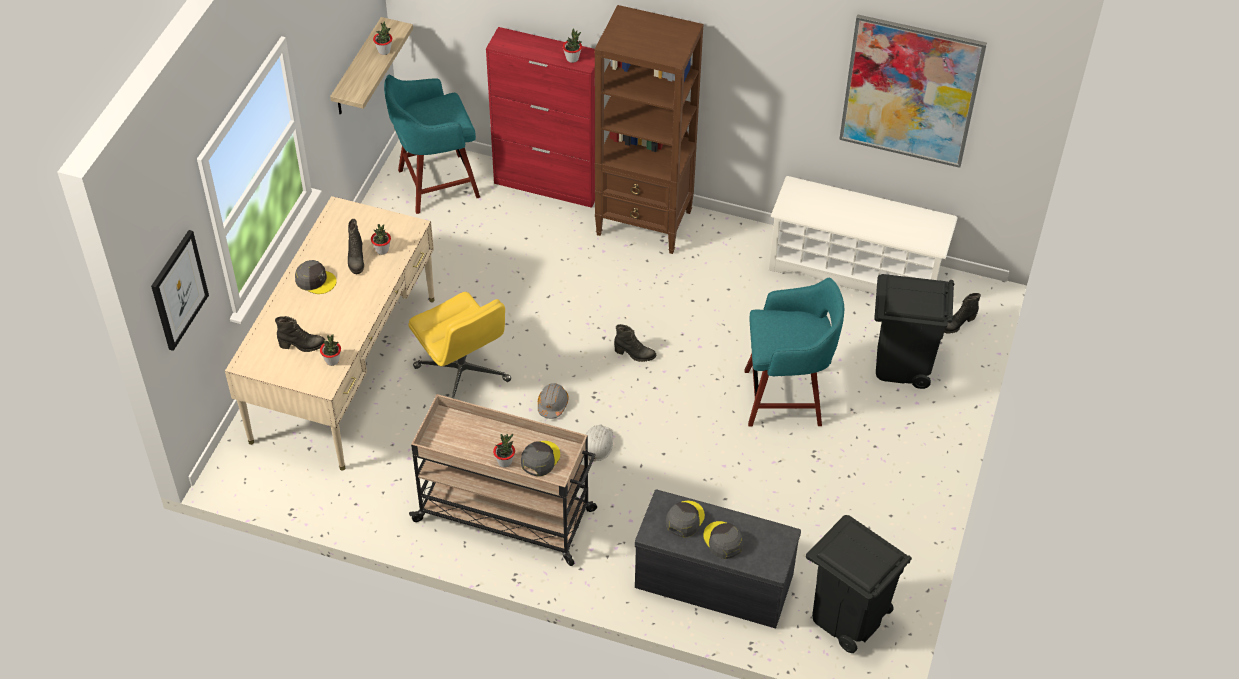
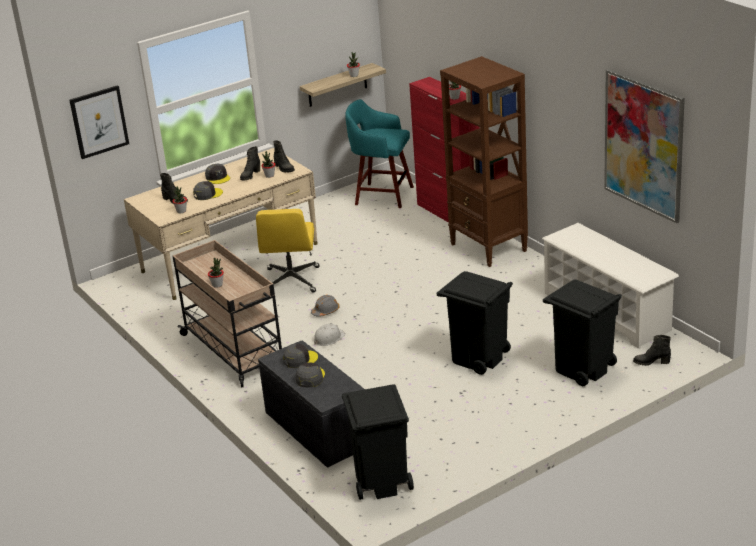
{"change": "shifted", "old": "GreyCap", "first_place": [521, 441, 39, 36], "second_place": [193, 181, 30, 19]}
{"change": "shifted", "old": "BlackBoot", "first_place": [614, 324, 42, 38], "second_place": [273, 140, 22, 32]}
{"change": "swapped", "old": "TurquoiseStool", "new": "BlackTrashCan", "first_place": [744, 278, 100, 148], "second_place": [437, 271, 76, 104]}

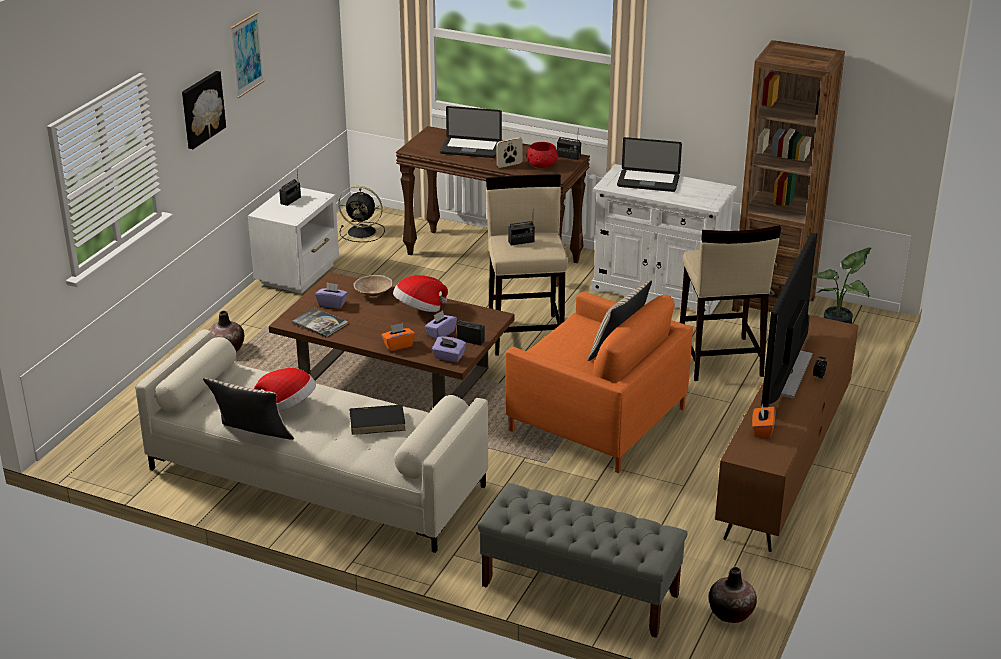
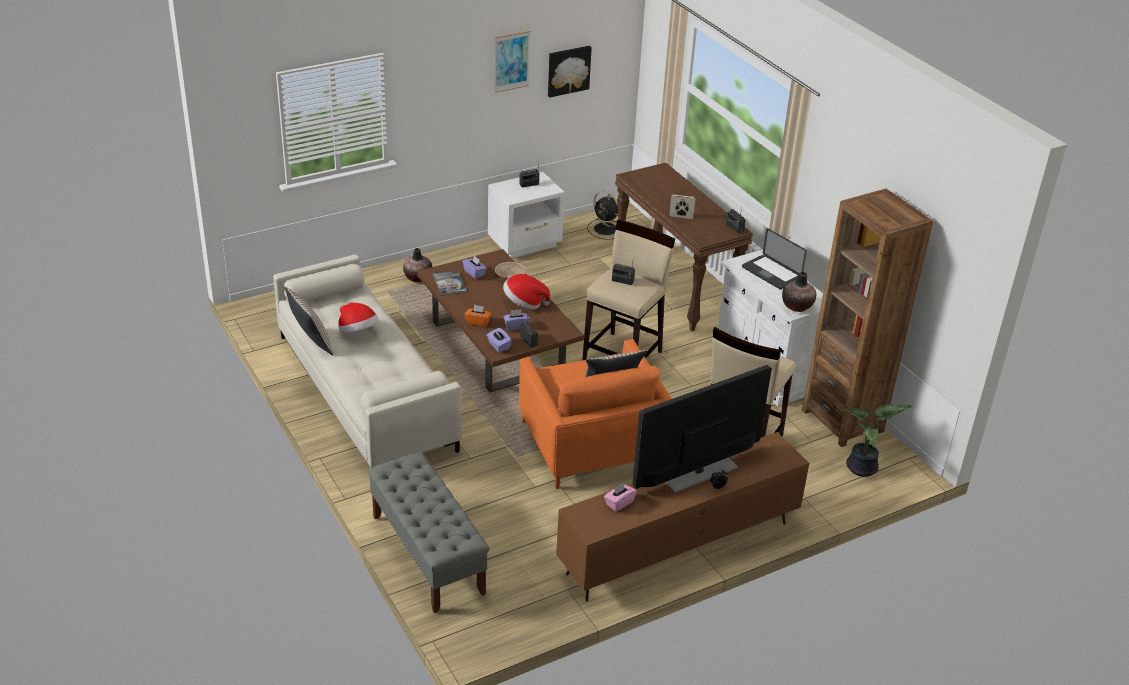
{"change": "shifted", "old": "Picture", "first_place": [182, 71, 44, 78], "second_place": [548, 46, 44, 51]}
{"change": "repainted", "old": "OrangeTissueBox", "new": "PinkTissueBox", "first_place": [752, 404, 24, 34], "second_place": [604, 482, 33, 30]}
{"change": "shifted", "old": "Vase", "first_place": [709, 567, 48, 56], "second_place": [782, 272, 34, 40]}
{"change": "gone", "old": "BlackBook", "first_place": [350, 405, 56, 30]}
{"change": "gone", "old": "Laptop", "first_place": [440, 106, 62, 52]}
{"change": "gone", "old": "RedBowl", "first_place": [527, 142, 31, 26]}

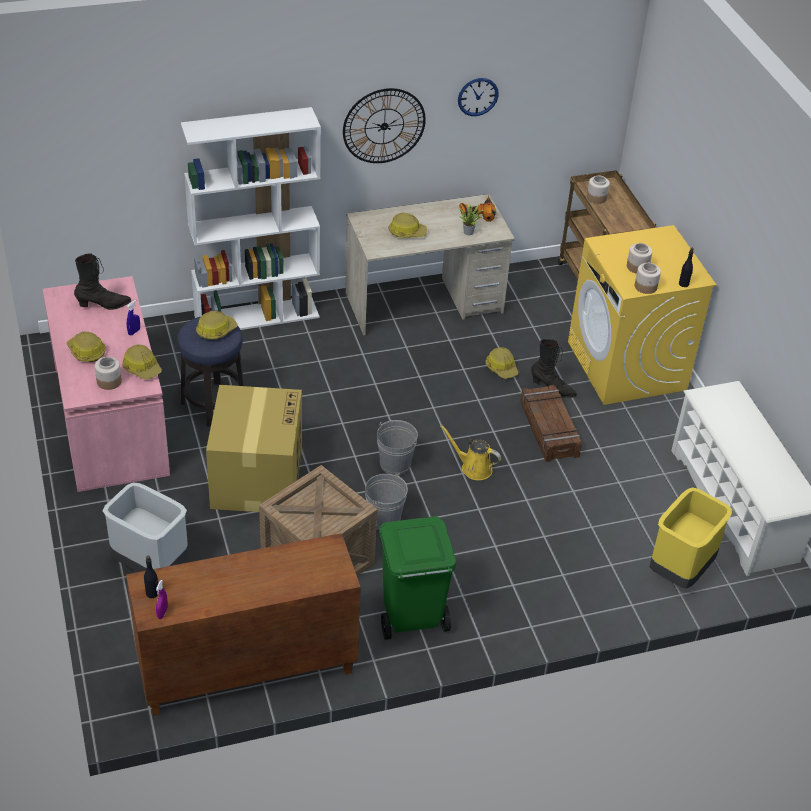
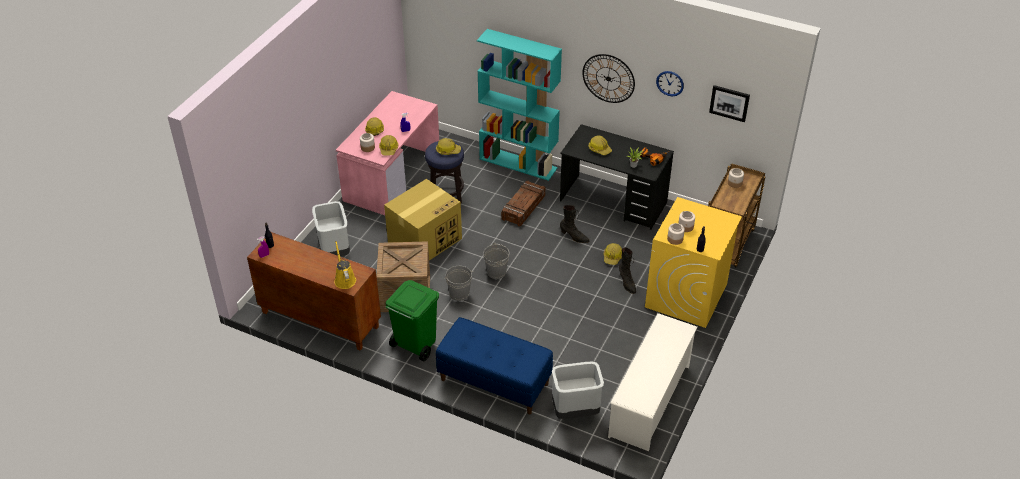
{"change": "shifted", "old": "YellowWateringCan", "first_place": [440, 425, 61, 55], "second_place": [334, 241, 22, 48]}
{"change": "new", "new": "BlueBench", "second_place": [436, 317, 117, 97]}
{"change": "repainted", "old": "WhiteBookcase", "new": "TurquoiseBookcase", "first_place": [181, 107, 140, 223], "second_place": [477, 29, 85, 152]}
{"change": "shifted", "old": "Crate", "first_place": [520, 385, 62, 77], "second_place": [501, 180, 45, 47]}
{"change": "repainted", "old": "YellowTrashCan", "new": "GreyTrashCan", "first_place": [650, 487, 82, 102], "second_place": [552, 362, 52, 57]}
{"change": "repainted", "old": "BeigeDesk", "new": "BlackDesk", "first_place": [345, 194, 170, 141], "second_place": [560, 124, 114, 106]}
{"change": "shifted", "old": "BlackBoot", "first_place": [74, 253, 57, 57], "second_place": [560, 205, 29, 38]}
{"change": "new", "new": "Picture", "second_place": [709, 85, 41, 37]}

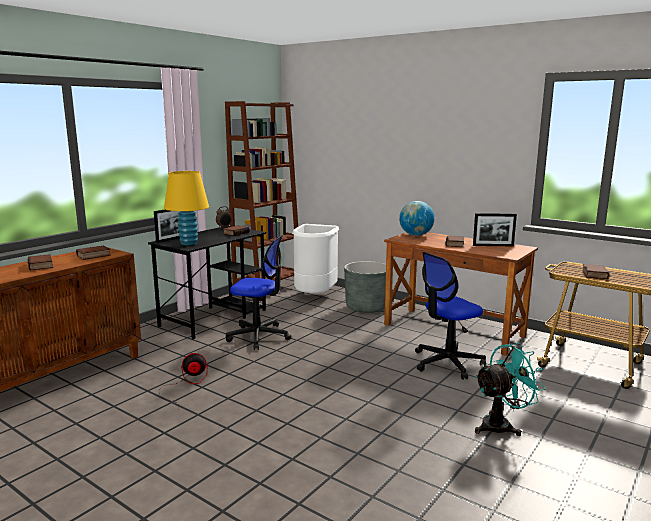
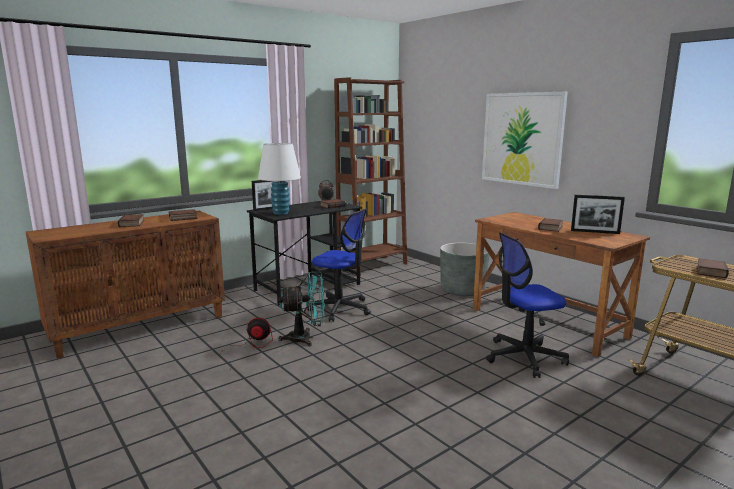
{"change": "repainted", "old": "YellowTableLamp", "new": "WhiteTableLamp", "first_place": [164, 171, 45, 74], "second_place": [258, 143, 43, 72]}
{"change": "shifted", "old": "TurquoiseFan", "first_place": [475, 343, 71, 93], "second_place": [278, 272, 47, 74]}
{"change": "new", "new": "Picture", "second_place": [482, 92, 86, 97]}
{"change": "gone", "old": "WhiteTrashCan", "first_place": [292, 224, 47, 69]}
{"change": "gone", "old": "Globe", "first_place": [399, 201, 36, 35]}

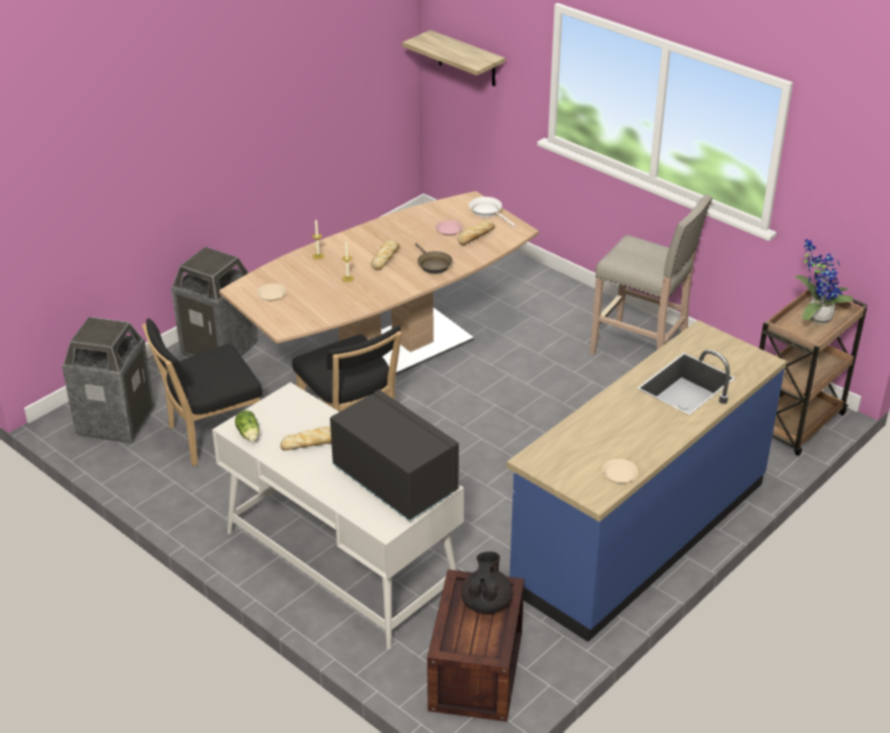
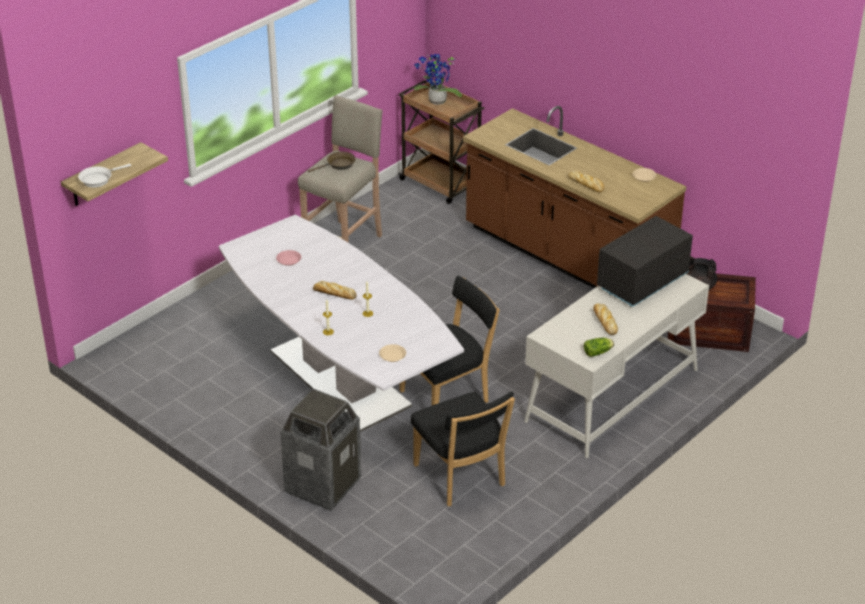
{"change": "shifted", "old": "WhiteFryingPan", "first_place": [469, 197, 46, 30], "second_place": [78, 164, 53, 24]}
{"change": "repainted", "old": "BrownDiningTable", "new": "WhiteDiningTable", "first_place": [219, 191, 320, 184], "second_place": [219, 215, 245, 217]}
{"change": "shifted", "old": "BrownFryingPan", "first_place": [415, 243, 38, 31], "second_place": [308, 152, 48, 20]}
{"change": "repainted", "old": "BlueCounter", "new": "BrownCounter", "first_place": [507, 320, 280, 322], "second_place": [463, 106, 224, 182]}
{"change": "shifted", "old": "Bread", "first_place": [458, 220, 37, 25], "second_place": [568, 171, 37, 22]}
{"change": "gone", "old": "TrashCan", "first_place": [62, 317, 93, 127]}

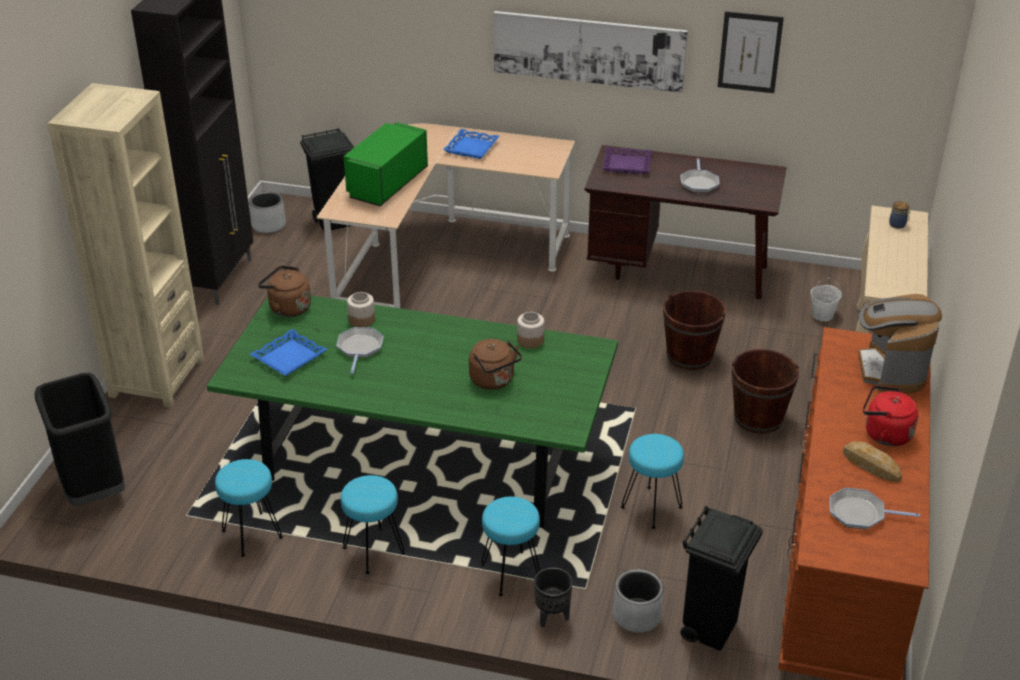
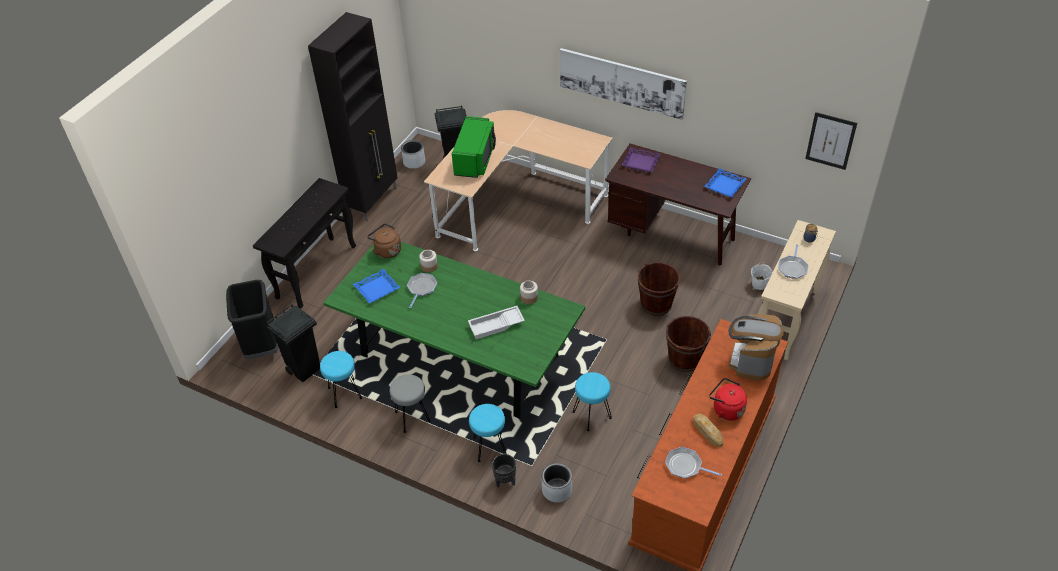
{"change": "swapped", "old": "BeigeBookcase", "new": "BlackConsoleTable", "first_place": [48, 83, 156, 324], "second_place": [253, 178, 103, 130]}
{"change": "shifted", "old": "BlackTrashCan", "first_place": [680, 506, 83, 145], "second_place": [267, 304, 53, 78]}
{"change": "repainted", "old": "TurquoiseStool", "new": "GreyStool", "first_place": [341, 475, 64, 99], "second_place": [390, 374, 40, 59]}
{"change": "rotated", "old": "GreenMicrowave", "first_place": [343, 122, 85, 84], "second_place": [452, 116, 44, 62], "degrees": 150}
{"change": "swapped", "old": "BrownKettle", "new": "WhiteTray", "first_place": [469, 339, 53, 51], "second_place": [468, 306, 57, 33]}
{"change": "shifted", "old": "BlueTray", "first_place": [443, 129, 57, 30], "second_place": [704, 168, 43, 29]}
{"change": "shifted", "old": "FryingPan", "first_place": [681, 158, 38, 35], "second_place": [778, 244, 31, 35]}
{"change": "shifted", "old": "Picture", "first_place": [717, 11, 67, 82], "second_place": [805, 112, 52, 58]}

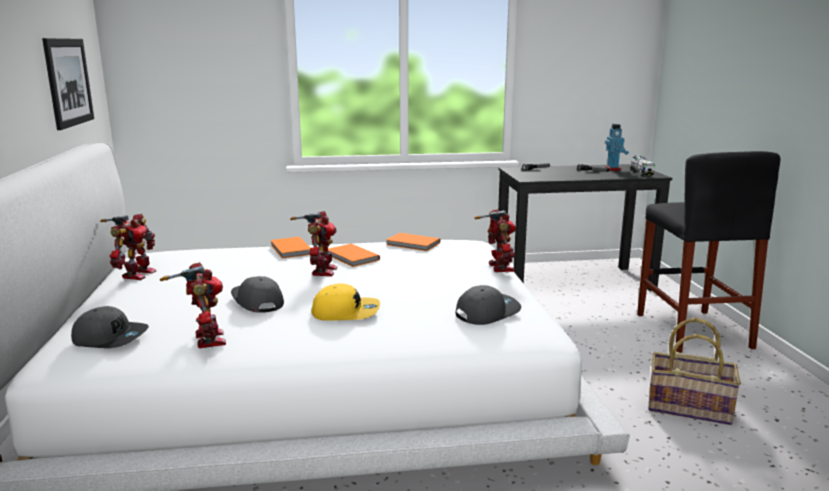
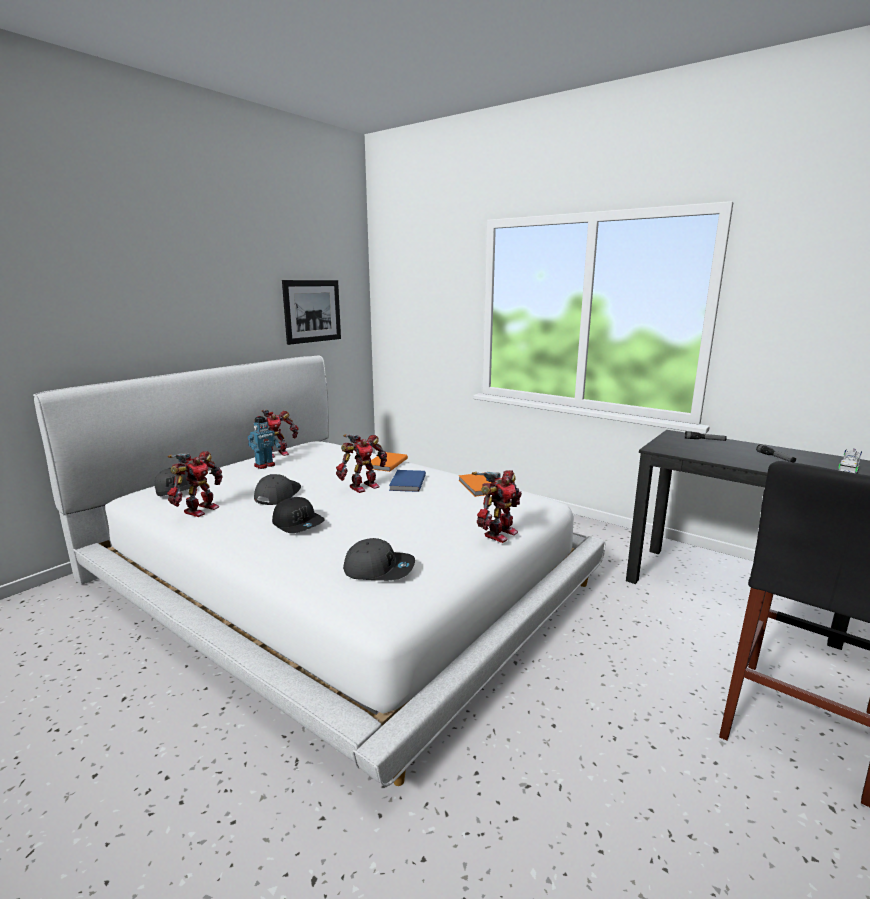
{"change": "shifted", "old": "ToyRobot", "first_place": [605, 124, 24, 47], "second_place": [248, 416, 33, 53]}
{"change": "repainted", "old": "YellowCap", "new": "BlackCap", "first_place": [311, 283, 69, 38], "second_place": [272, 497, 53, 36]}
{"change": "repainted", "old": "OrangeBook", "new": "BlueBook", "first_place": [328, 244, 52, 23], "second_place": [389, 470, 37, 22]}
{"change": "gone", "old": "Basket", "first_place": [648, 318, 93, 107]}

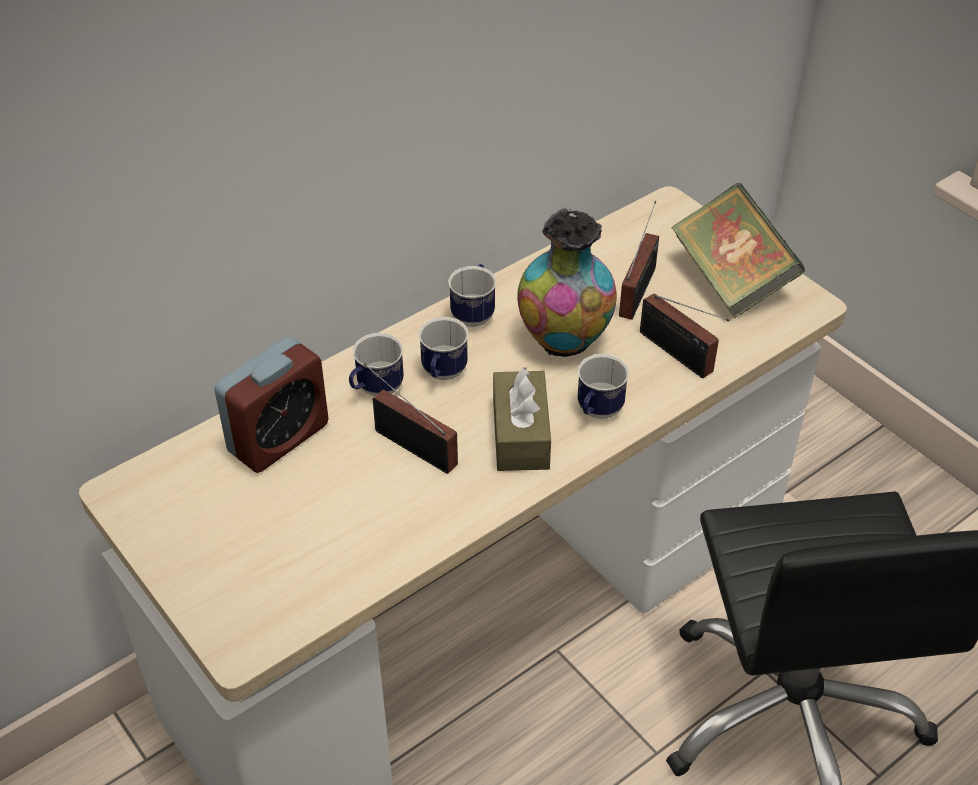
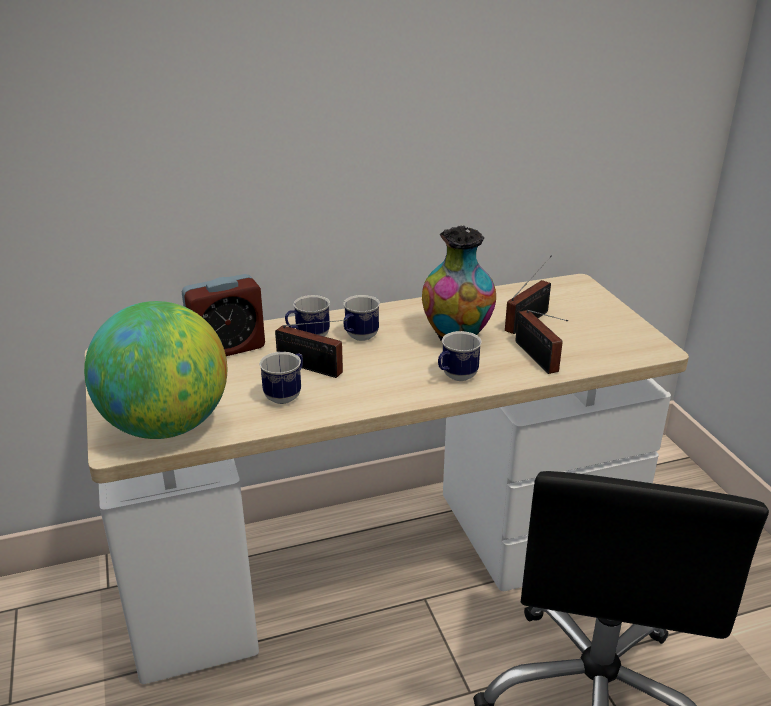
{"change": "new", "new": "Globe", "second_place": [84, 301, 143, 138]}
{"change": "shifted", "old": "Mug", "first_place": [448, 264, 49, 63], "second_place": [259, 352, 44, 52]}
{"change": "rotated", "old": "Radio", "first_place": [364, 363, 94, 111], "second_place": [275, 319, 72, 59], "degrees": 150}
{"change": "gone", "old": "BrownTissueBox", "first_place": [493, 367, 58, 104]}
{"change": "gone", "old": "Book", "first_place": [671, 183, 134, 135]}

